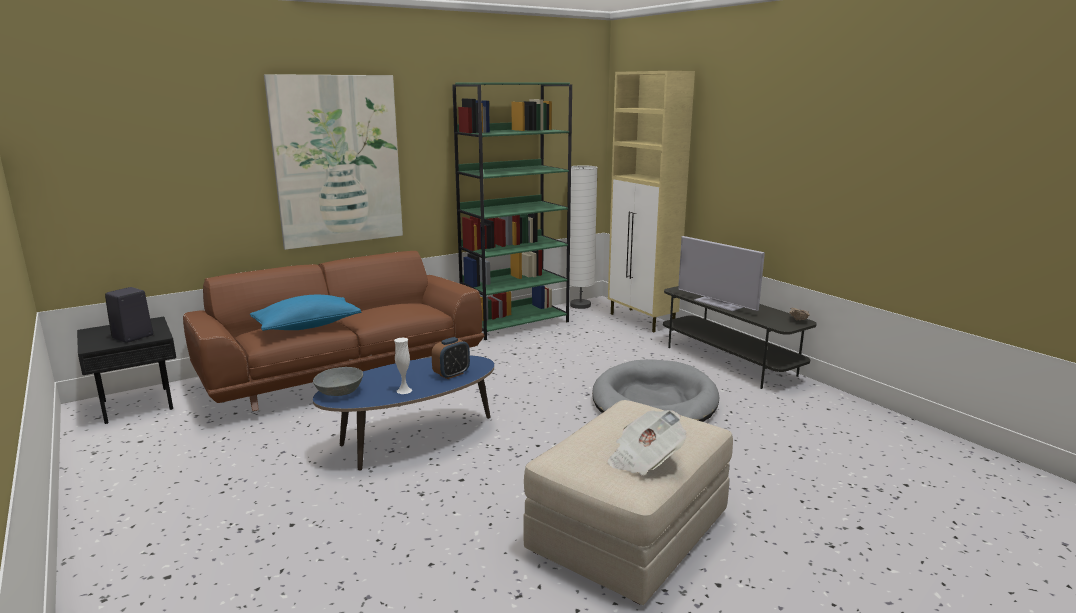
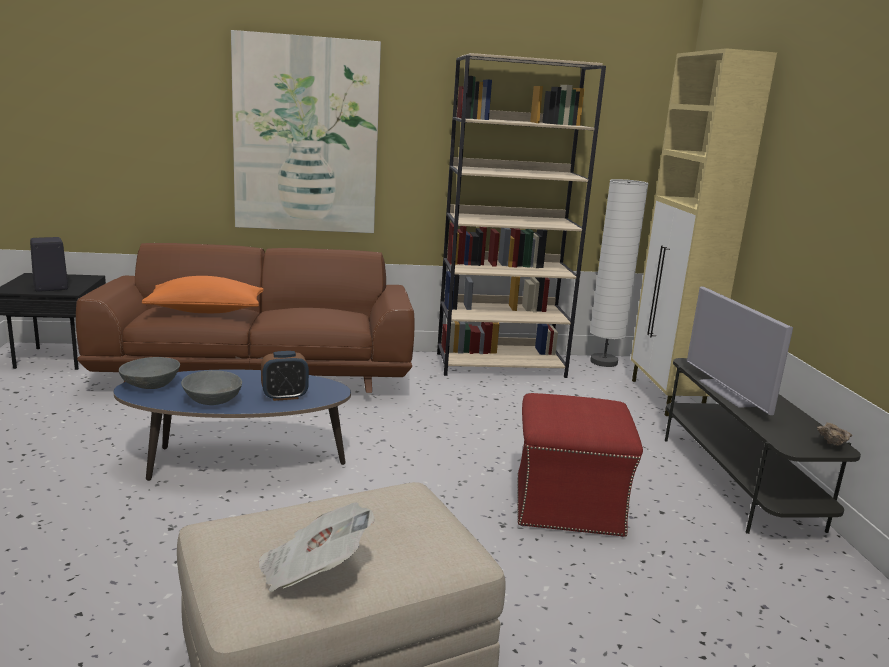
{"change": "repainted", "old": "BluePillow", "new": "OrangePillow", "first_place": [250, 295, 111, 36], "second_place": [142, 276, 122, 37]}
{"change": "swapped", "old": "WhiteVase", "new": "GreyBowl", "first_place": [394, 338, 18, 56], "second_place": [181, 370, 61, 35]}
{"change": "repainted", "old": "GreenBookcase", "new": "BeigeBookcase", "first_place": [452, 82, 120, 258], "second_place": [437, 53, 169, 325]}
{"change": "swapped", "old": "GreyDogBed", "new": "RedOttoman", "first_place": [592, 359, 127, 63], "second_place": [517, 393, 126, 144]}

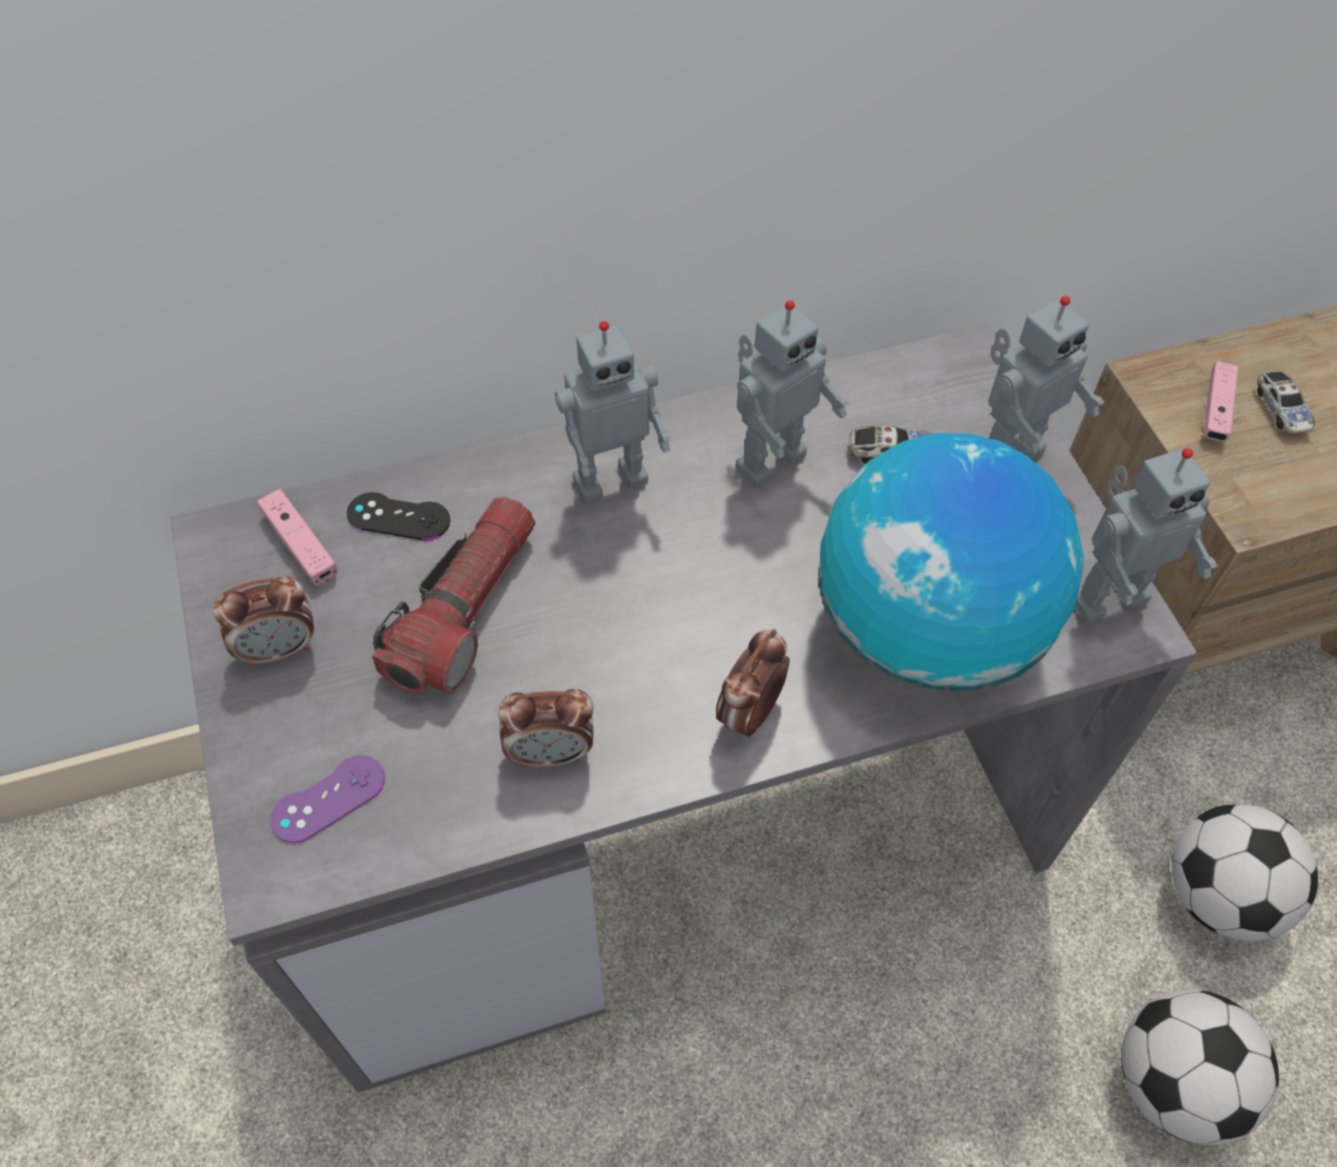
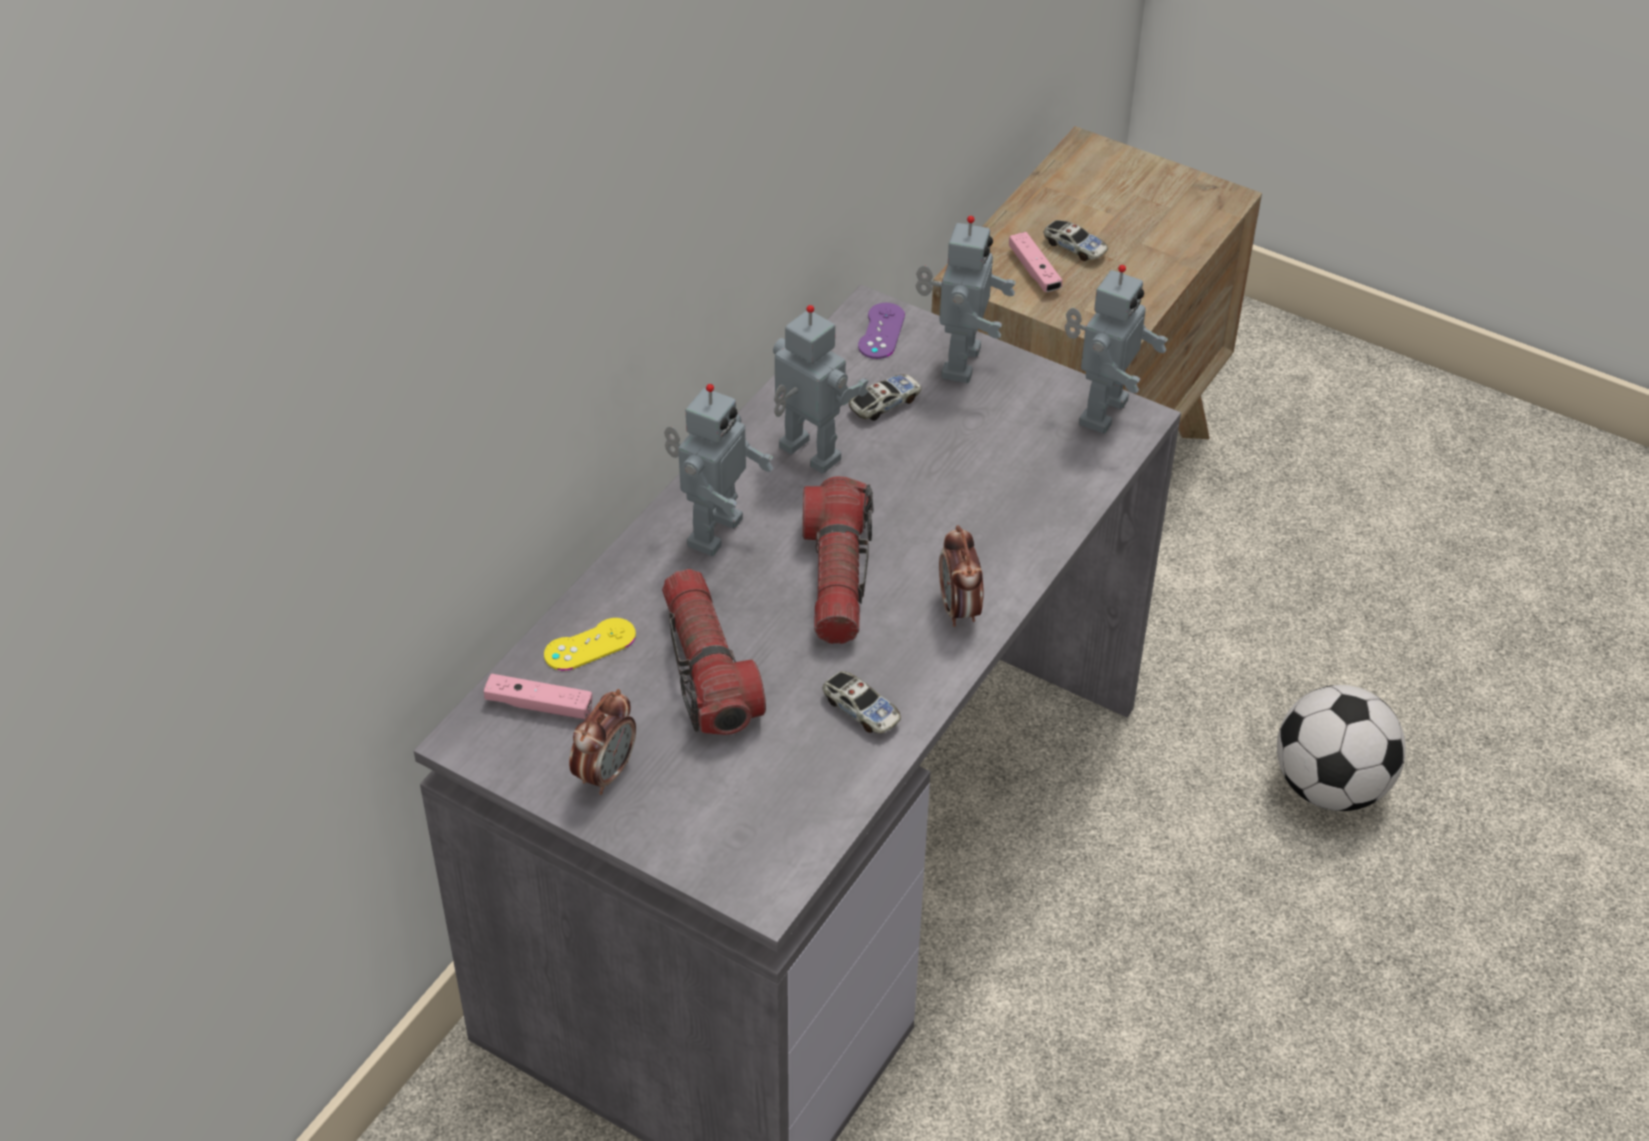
{"change": "repainted", "old": "BlackGameController", "new": "YellowGameController", "first_place": [347, 492, 103, 49], "second_place": [544, 618, 92, 53]}
{"change": "rotated", "old": "ToyRobot", "first_place": [735, 300, 114, 187], "second_place": [773, 305, 96, 169], "degrees": -60}
{"change": "new", "new": "Flashlight", "second_place": [803, 476, 71, 168]}
{"change": "swapped", "old": "AlarmClock", "new": "ToyCar", "first_place": [498, 689, 96, 78], "second_place": [823, 671, 78, 62]}
{"change": "shifted", "old": "PurpleGameController", "first_place": [270, 755, 115, 88], "second_place": [858, 303, 47, 56]}
{"change": "gone", "old": "Globe", "first_place": [818, 433, 266, 258]}
{"change": "gone", "old": "Football", "first_place": [1171, 804, 147, 137]}

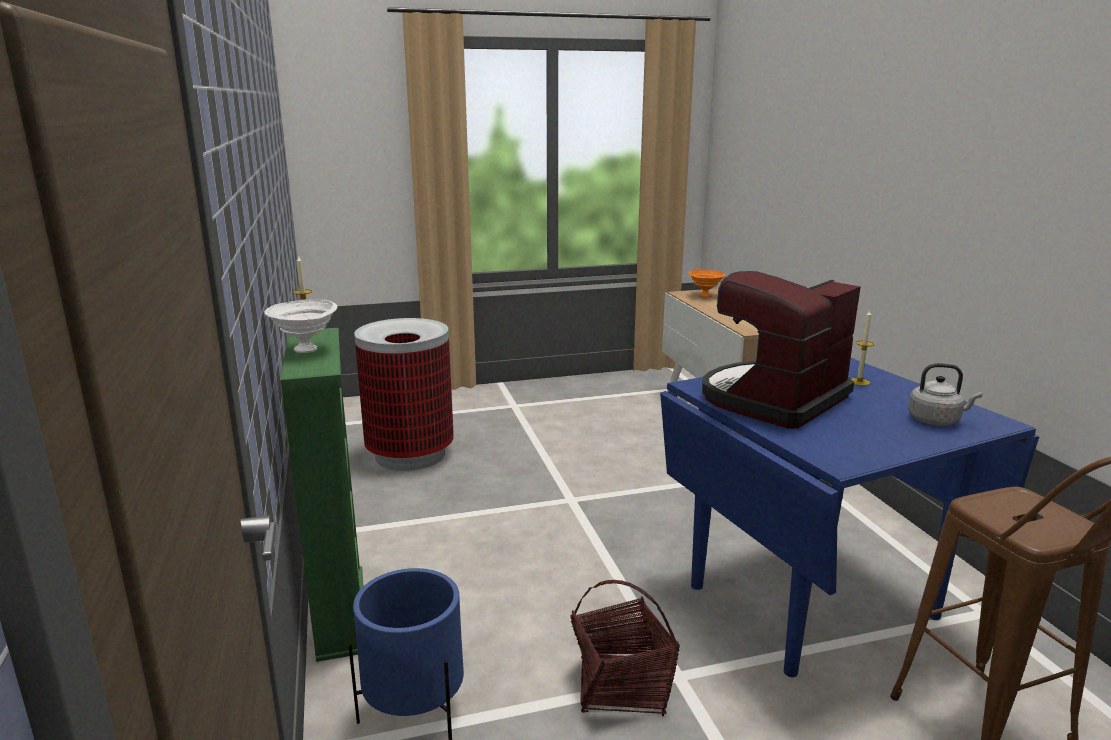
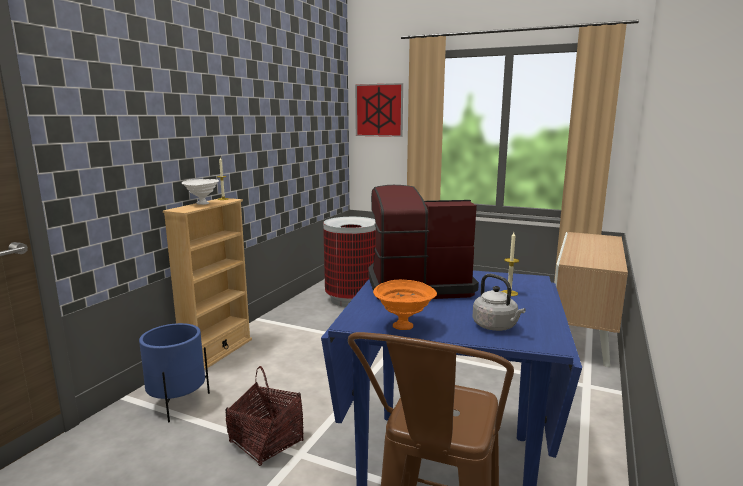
{"change": "repainted", "old": "GreenBookcase", "new": "BeigeBookcase", "first_place": [280, 328, 84, 334], "second_place": [163, 198, 89, 172]}
{"change": "new", "new": "Picture", "second_place": [355, 83, 48, 54]}
{"change": "shifted", "old": "OrangeBowl", "first_place": [688, 269, 38, 28], "second_place": [373, 279, 64, 51]}

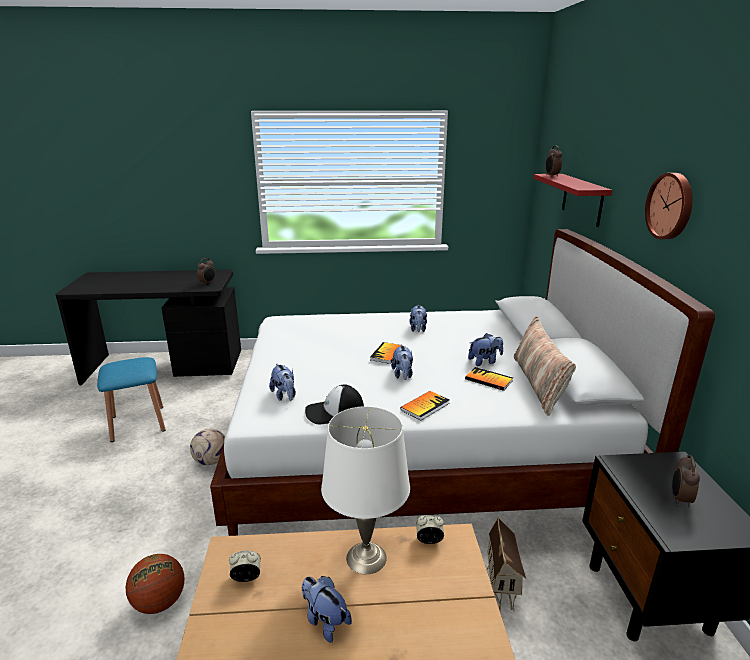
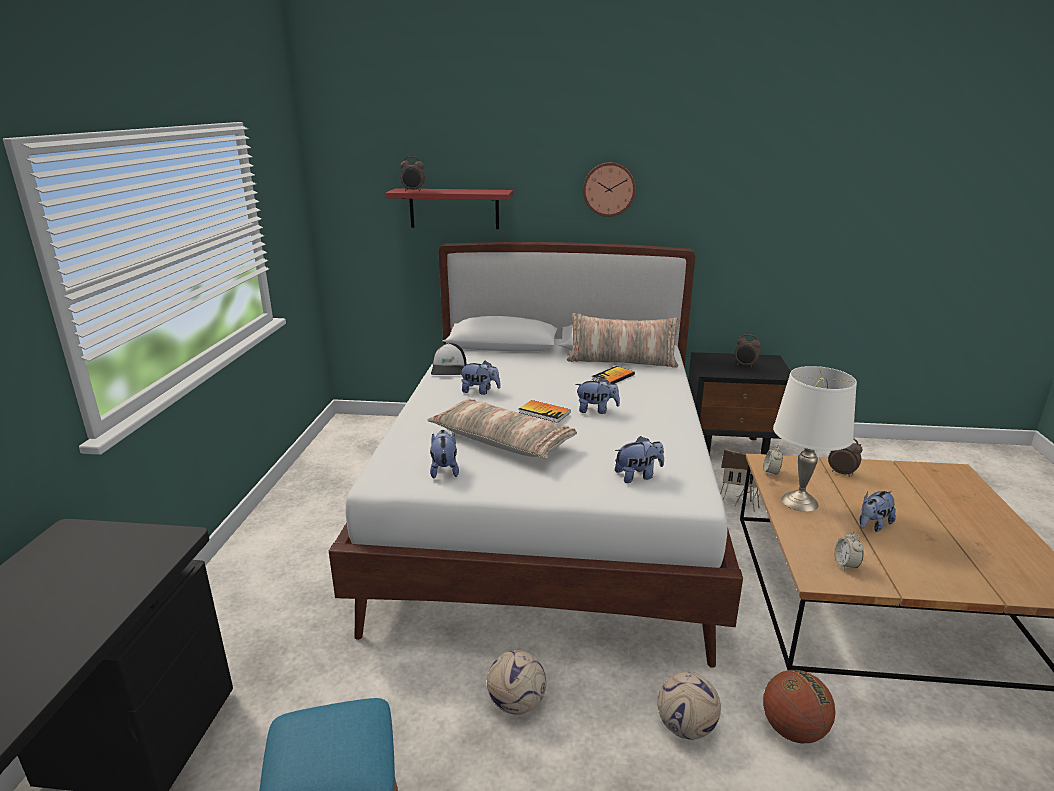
{"change": "new", "new": "Pillow", "second_place": [428, 399, 149, 60]}
{"change": "shifted", "old": "PlushToy", "first_place": [468, 333, 35, 33], "second_place": [430, 430, 29, 49]}
{"change": "shifted", "old": "Cap", "first_place": [305, 384, 59, 40], "second_place": [431, 343, 36, 32]}
{"change": "new", "new": "Football", "second_place": [657, 672, 64, 68]}
{"change": "shifted", "old": "AlarmClock", "first_place": [197, 258, 19, 27], "second_place": [828, 438, 34, 39]}
{"change": "gone", "old": "Book", "first_place": [400, 391, 49, 29]}

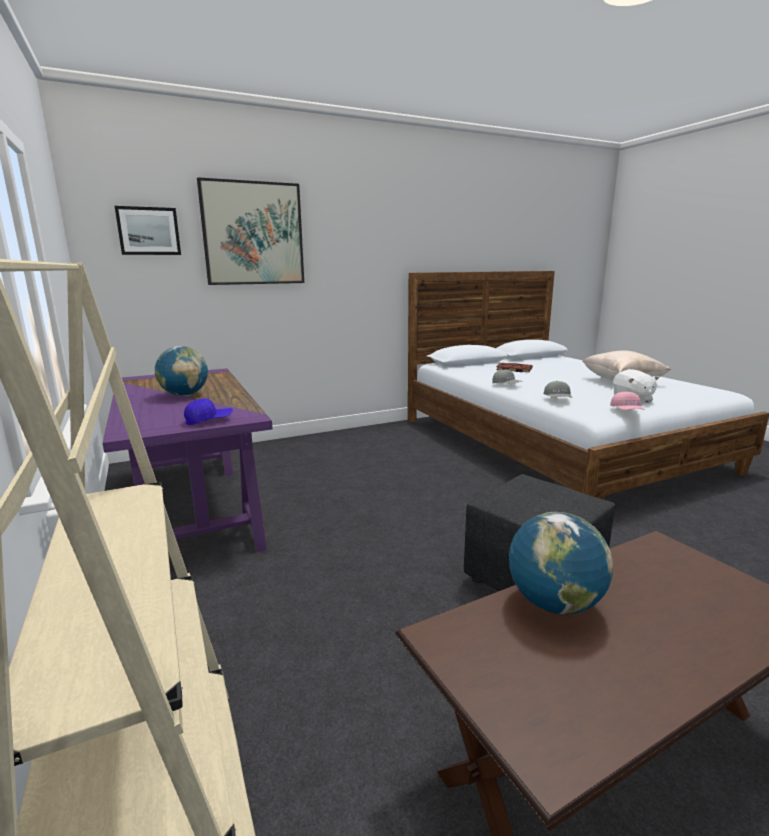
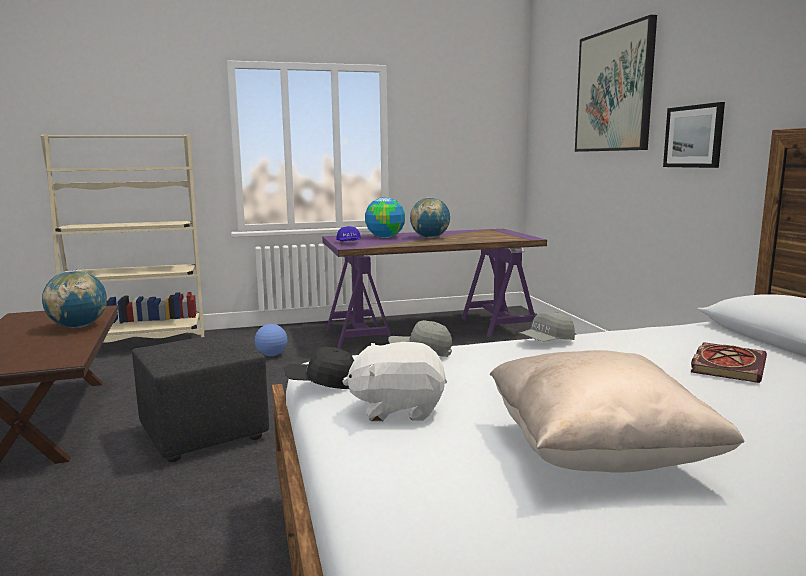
{"change": "new", "new": "Football", "second_place": [255, 324, 32, 32]}
{"change": "repainted", "old": "PinkCap", "new": "BlackCap", "first_place": [610, 391, 35, 19], "second_place": [284, 347, 70, 42]}
{"change": "new", "new": "Globe", "second_place": [365, 197, 40, 41]}
{"change": "shifted", "old": "Picture", "first_place": [115, 206, 66, 49], "second_place": [663, 102, 62, 66]}

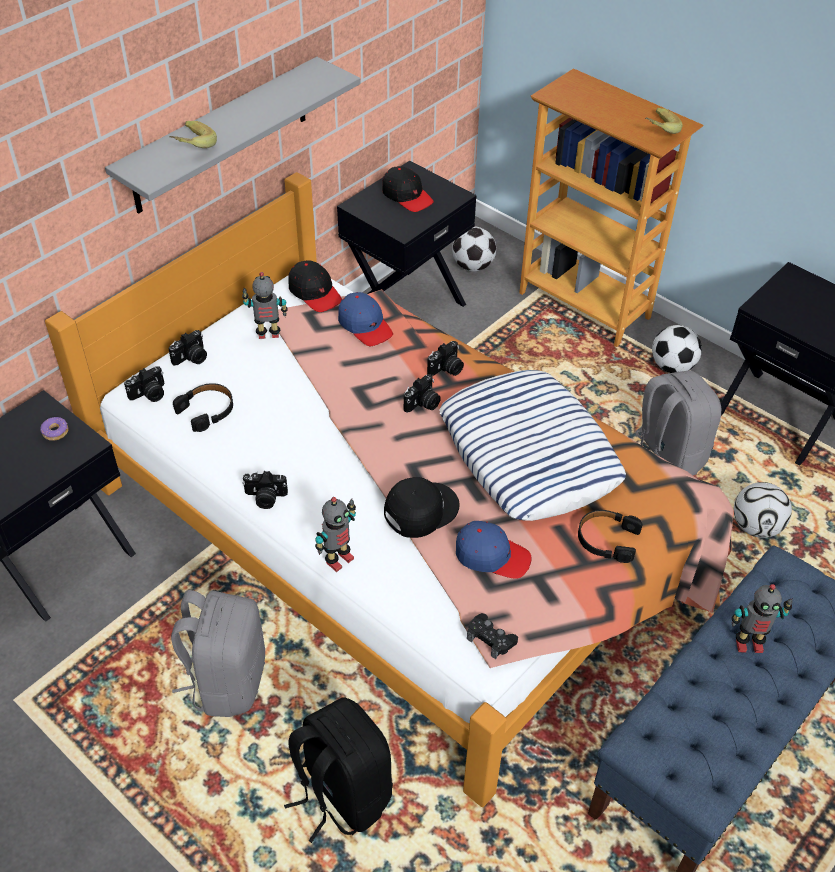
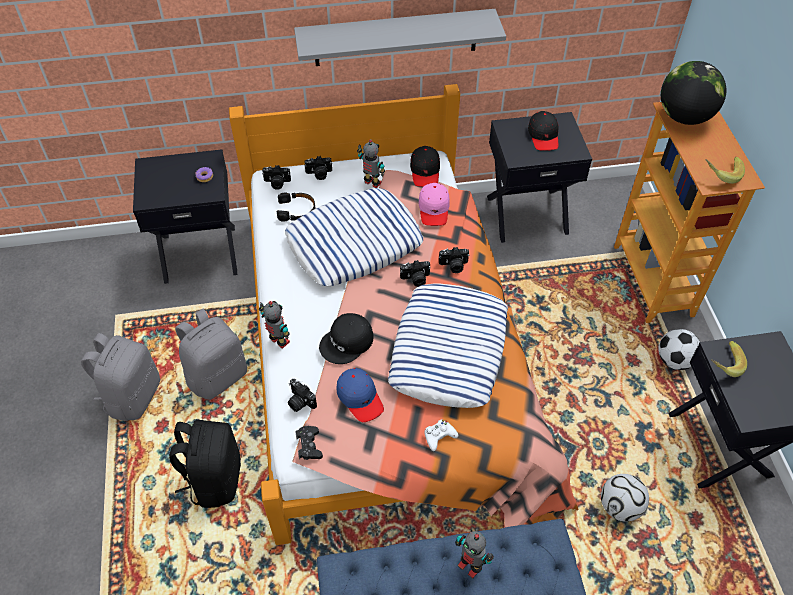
{"change": "shifted", "old": "GreyBackpack", "first_place": [635, 371, 86, 104], "second_place": [81, 333, 79, 88]}
{"change": "rotated", "old": "ToyRobot", "first_place": [315, 497, 41, 75], "second_place": [259, 301, 31, 48], "degrees": -135}
{"change": "new", "new": "Pillow", "second_place": [285, 188, 138, 98]}
{"change": "shifted", "old": "PhotoCamera", "first_place": [242, 471, 46, 38], "second_place": [288, 379, 29, 33]}
{"change": "rotated", "old": "BlackCap", "first_place": [384, 477, 75, 61], "second_place": [319, 313, 55, 51], "degrees": 135}
{"change": "repainted", "old": "BlueCap", "new": "PinkCap", "first_place": [338, 292, 55, 54], "second_place": [419, 183, 31, 43]}
{"change": "swapped", "old": "BlackHeadphones", "new": "WhiteGameController", "first_place": [578, 510, 65, 53], "second_place": [424, 419, 34, 32]}
{"change": "new", "new": "Globe", "second_place": [661, 61, 65, 64]}
{"change": "shifted", "old": "Banana", "first_place": [169, 121, 48, 27], "second_place": [711, 341, 36, 36]}
{"change": "gone", "old": "Football", "first_place": [452, 227, 44, 45]}

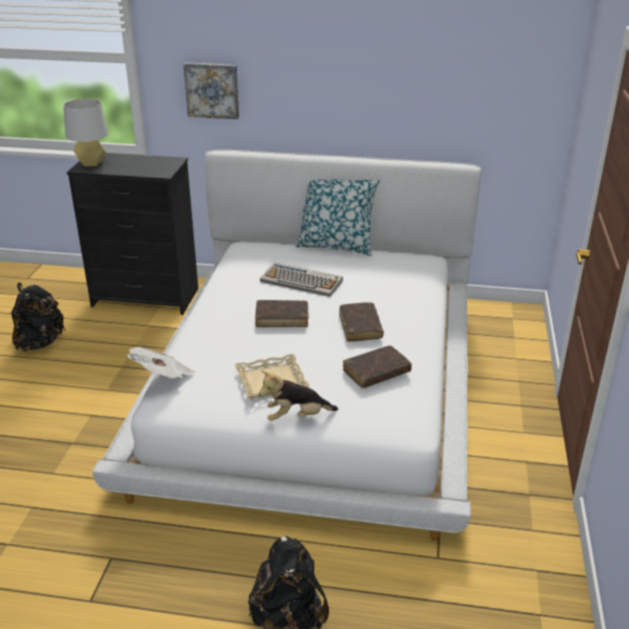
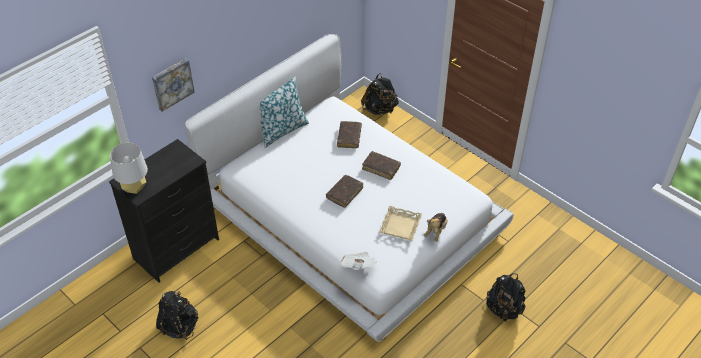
{"change": "shifted", "old": "BrownBook", "first_place": [343, 345, 69, 43], "second_place": [337, 121, 25, 27]}
{"change": "new", "new": "BlackBackpack", "second_place": [361, 73, 38, 42]}
{"change": "gone", "old": "Keyboard", "first_place": [260, 263, 83, 34]}

